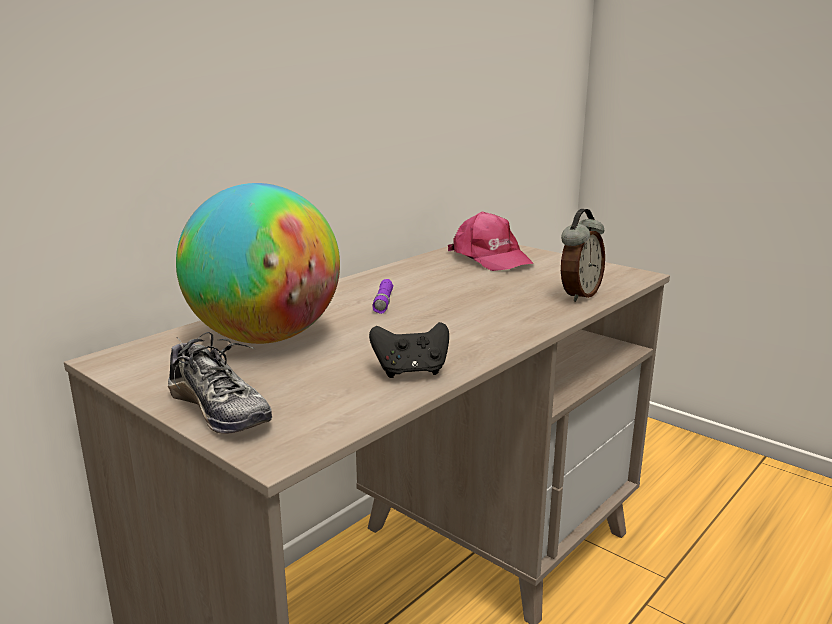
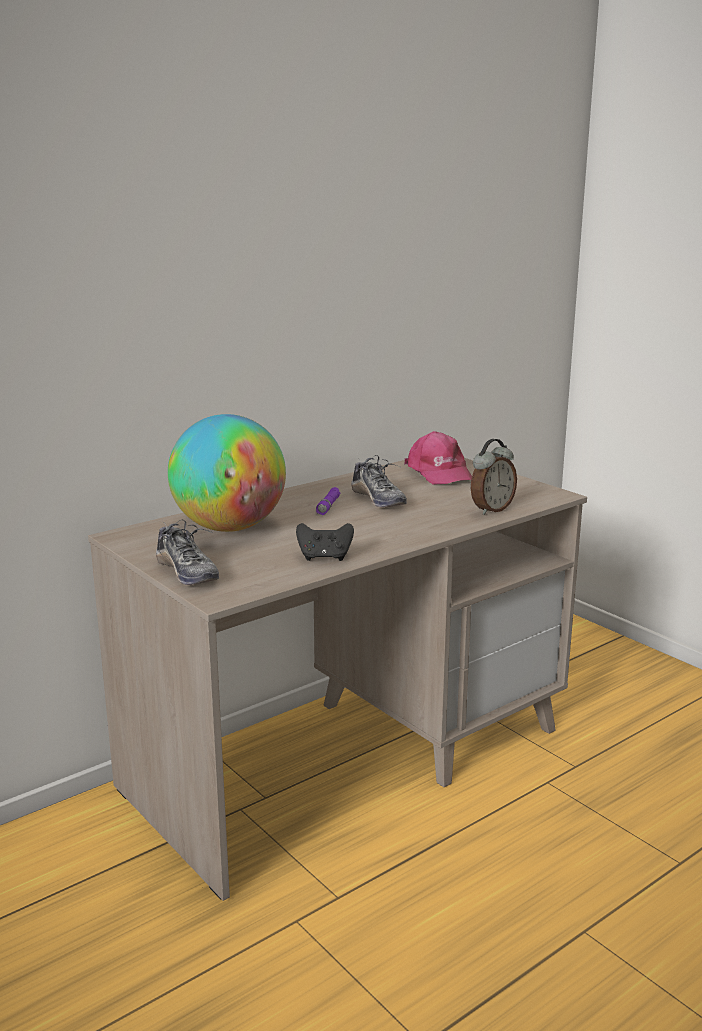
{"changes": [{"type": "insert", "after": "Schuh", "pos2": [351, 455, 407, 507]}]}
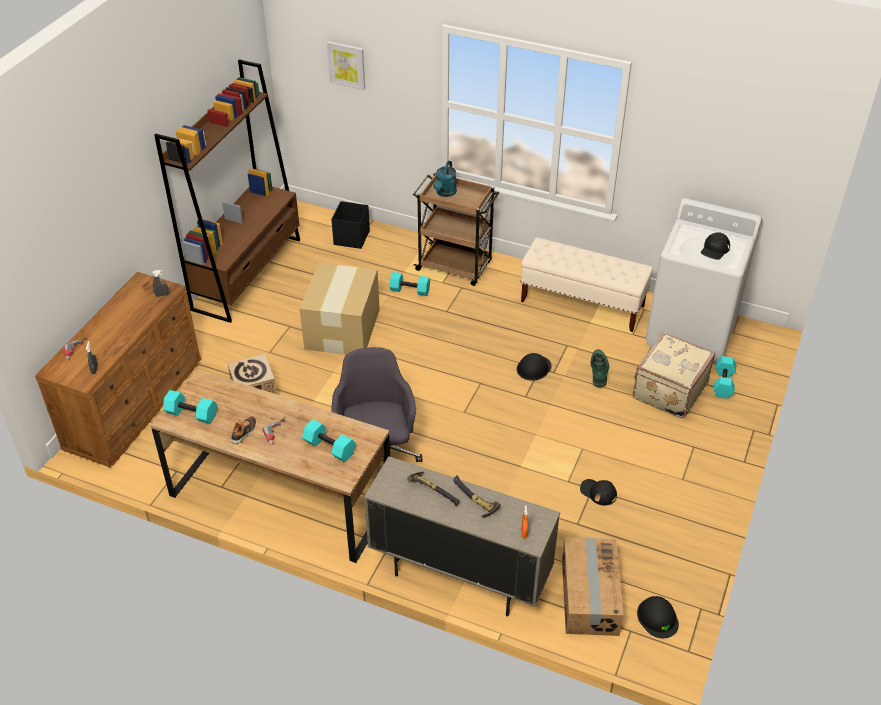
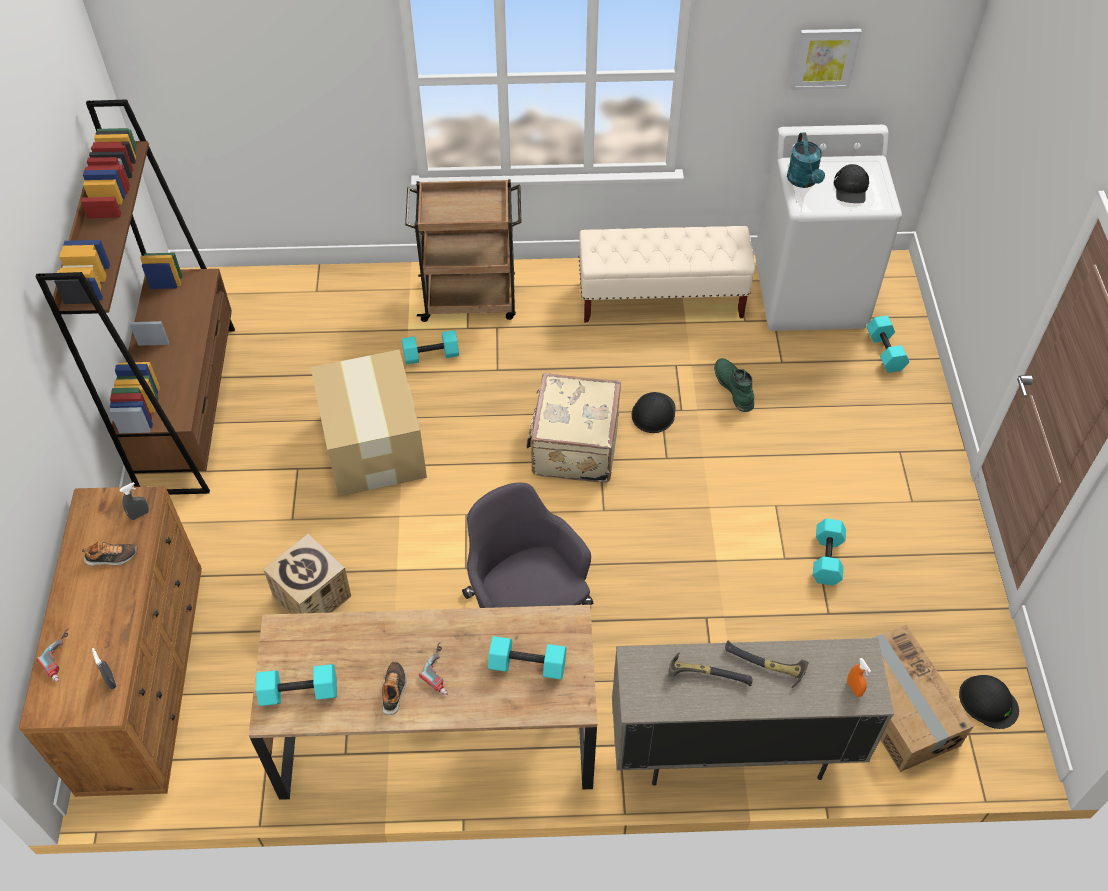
{"changes": [{"type": "insert", "after": "Schuh", "pos2": [82, 541, 138, 566]}, {"type": "move", "before": "Koffer/beige", "pos1": [633, 332, 715, 418], "pos2": [526, 373, 621, 483]}, {"type": "move", "before": "Gießkanne/türkis", "pos1": [433, 161, 457, 197], "pos2": [787, 132, 825, 188]}, {"type": "move", "before": "Bild", "pos1": [327, 41, 365, 90], "pos2": [791, 29, 862, 90]}, {"type": "replace", "before": "Kappe/schwarz", "after": "Hantel/türkis", "pos1": [580, 479, 617, 505], "pos2": [813, 518, 846, 586]}, {"type": "delete", "before": "Aufbewahrungsbox/schwarz", "pos1": [332, 201, 370, 249]}]}
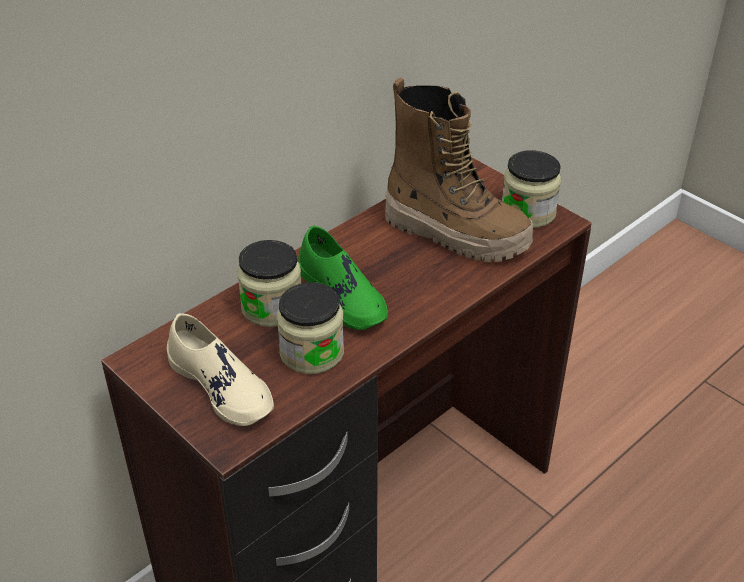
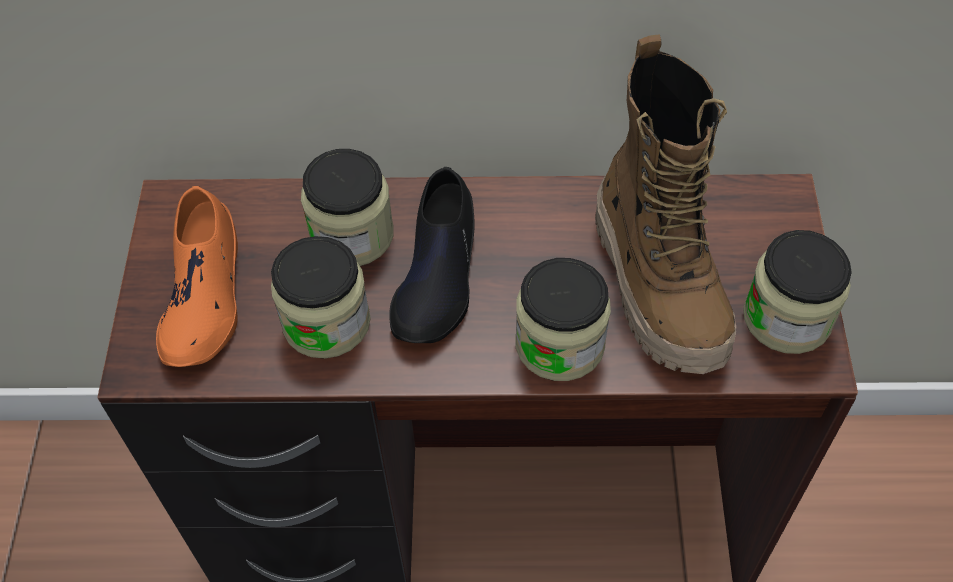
{"changes": [{"type": "recolor", "before": "Schuh/beige", "after": "Schuh/orange", "pos1": [167, 313, 274, 426], "pos2": [156, 186, 238, 367]}, {"type": "recolor", "before": "Schuh/grün", "after": "Schuh/schwarz", "pos1": [298, 225, 388, 330], "pos2": [389, 167, 475, 343]}, {"type": "insert", "after": "Vorratsglas", "pos2": [516, 258, 611, 381]}]}
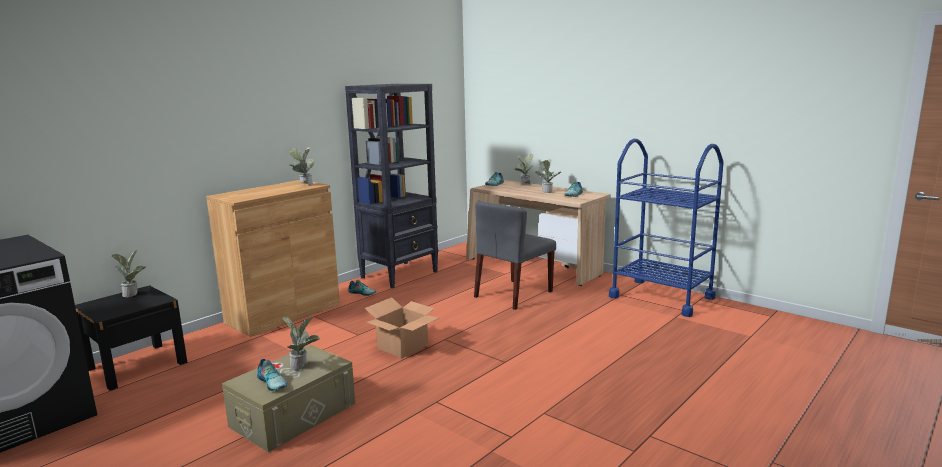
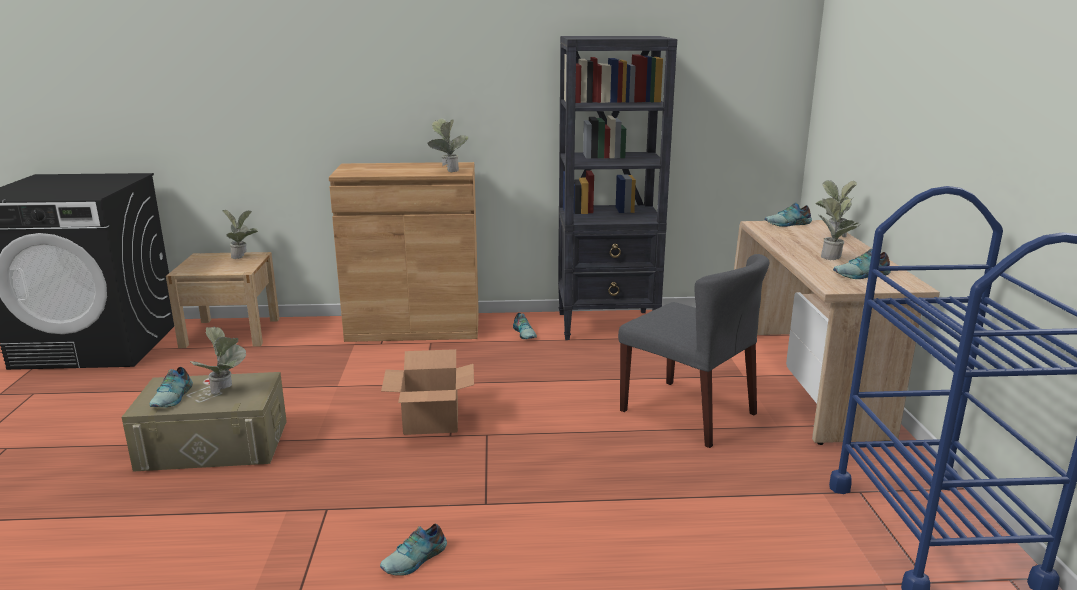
{"changes": [{"type": "recolor", "before": "Nachttisch/schwarz", "after": "Nachttisch/beige", "pos1": [75, 285, 187, 391], "pos2": [166, 252, 280, 348]}, {"type": "insert", "after": "Schuh", "pos2": [380, 524, 447, 576]}, {"type": "rotate", "before": "Stuhl/grau", "pos1": [474, 201, 556, 310], "pos2": [618, 254, 769, 448], "turn": -135}]}
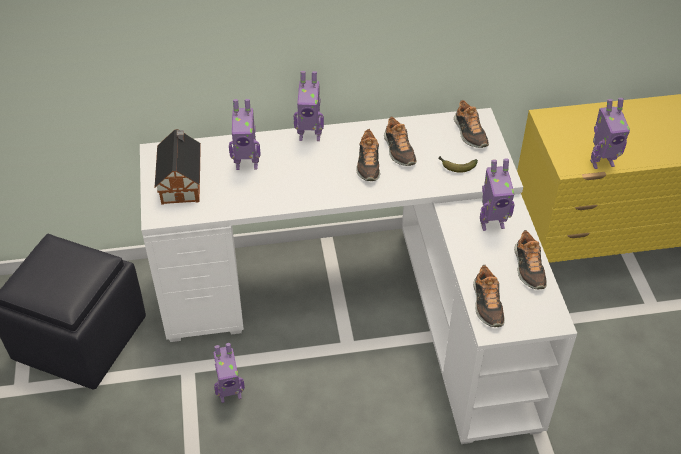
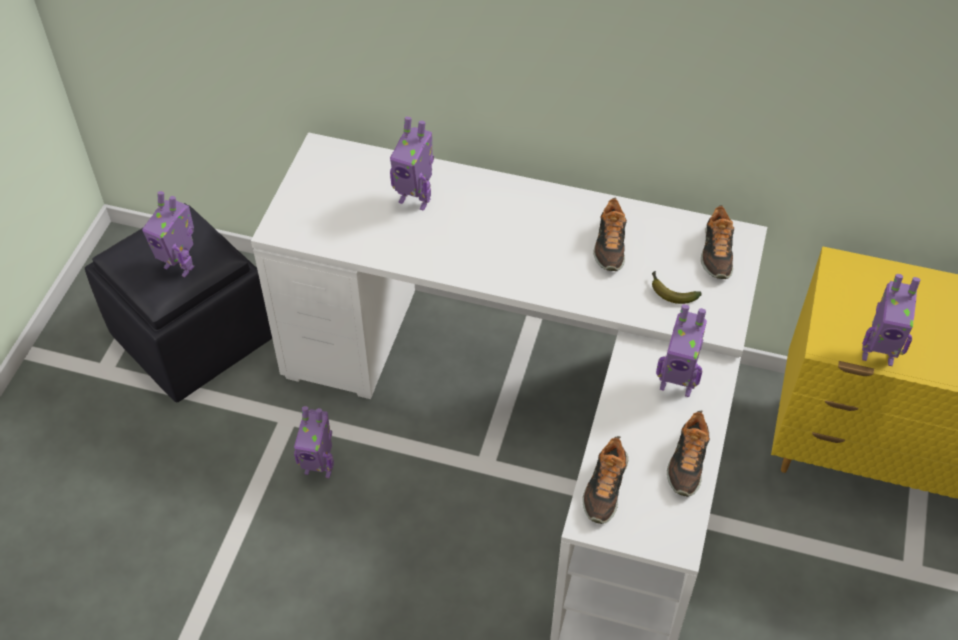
{"changes": [{"type": "move", "before": "Spielzeugroboter", "pos1": [294, 71, 324, 141], "pos2": [142, 191, 195, 277]}, {"type": "delete", "before": "Spielzeughaus", "pos1": [155, 129, 201, 205]}, {"type": "delete", "before": "Schuh", "pos1": [356, 129, 380, 181]}]}
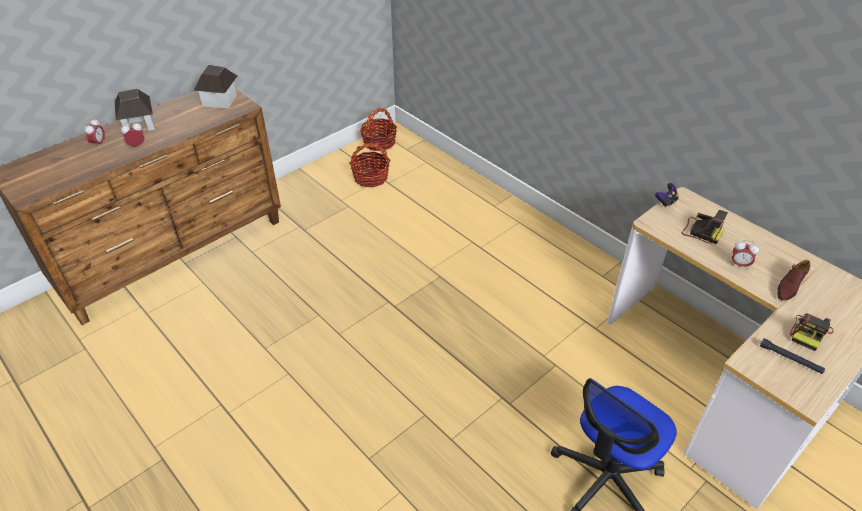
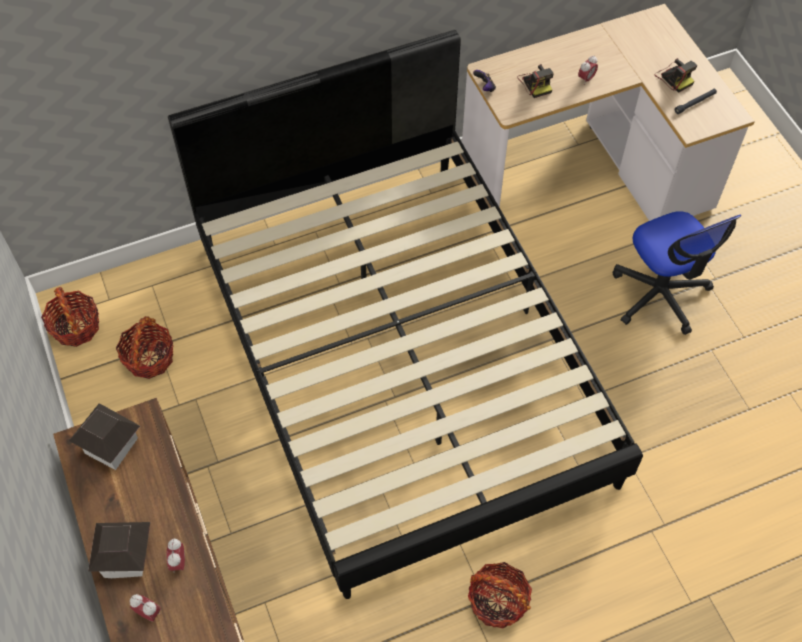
{"changes": [{"type": "insert", "after": "Bett/schwarz", "pos2": [168, 30, 643, 599]}, {"type": "insert", "after": "Korb", "pos2": [468, 562, 532, 629]}, {"type": "rotate", "before": "Kamera", "pos1": [682, 210, 728, 244], "pos2": [517, 64, 554, 98], "turn": 105}, {"type": "delete", "before": "Schuh/braun", "pos1": [777, 260, 810, 301]}]}
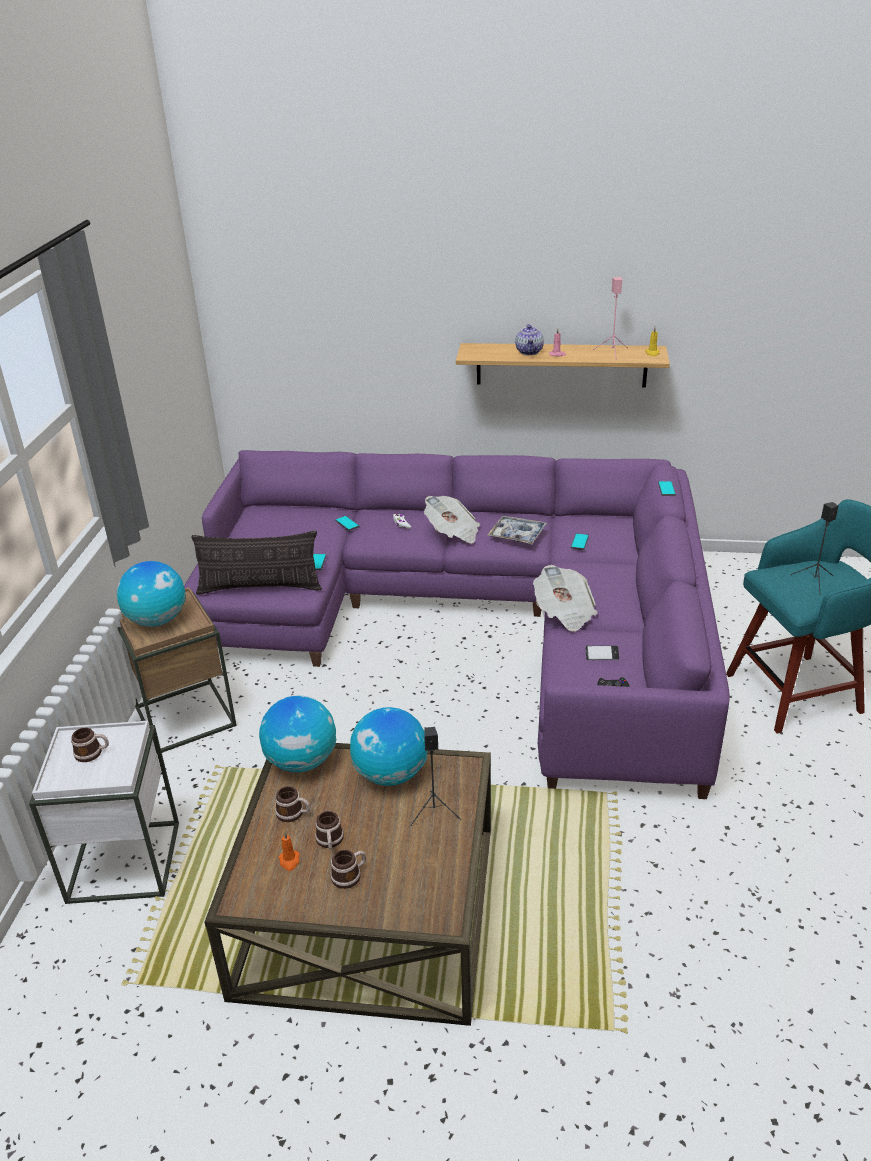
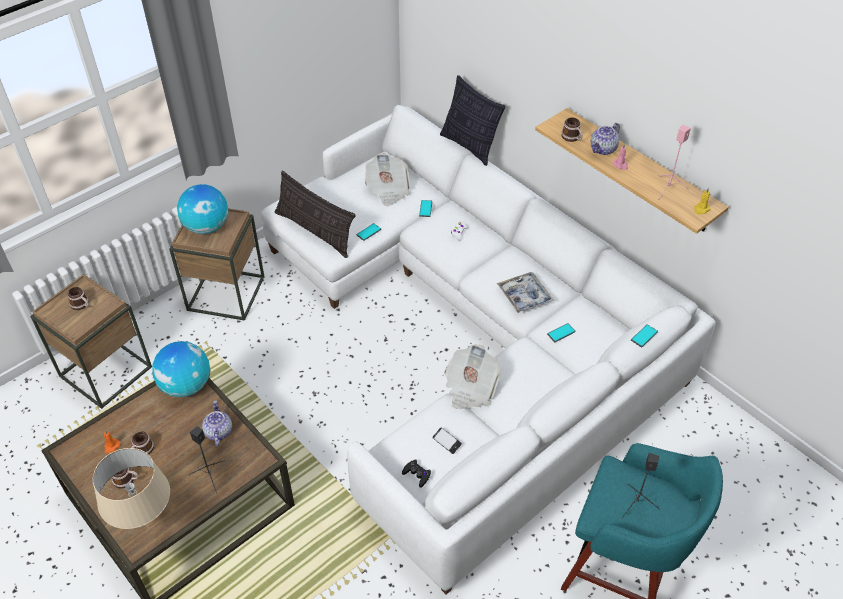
{"changes": [{"type": "recolor", "before": "Beistelltisch/weiß", "after": "Beistelltisch/braun", "pos1": [29, 721, 179, 904], "pos2": [30, 274, 152, 409]}, {"type": "insert", "after": "Tischlampe/beige", "pos2": [93, 448, 170, 529]}, {"type": "replace", "before": "Globus", "after": "Teekanne", "pos1": [350, 707, 427, 786], "pos2": [202, 401, 232, 446]}, {"type": "recolor", "before": "Sofa/lila", "after": "Sofa/weiß", "pos1": [184, 450, 730, 799], "pos2": [261, 105, 716, 595]}, {"type": "move", "before": "Zeitung", "pos1": [424, 496, 480, 543], "pos2": [365, 153, 410, 206]}, {"type": "insert", "after": "Kissen", "pos2": [440, 75, 505, 166]}, {"type": "move", "before": "Henkelbecher", "pos1": [275, 786, 310, 822], "pos2": [561, 117, 583, 142]}]}
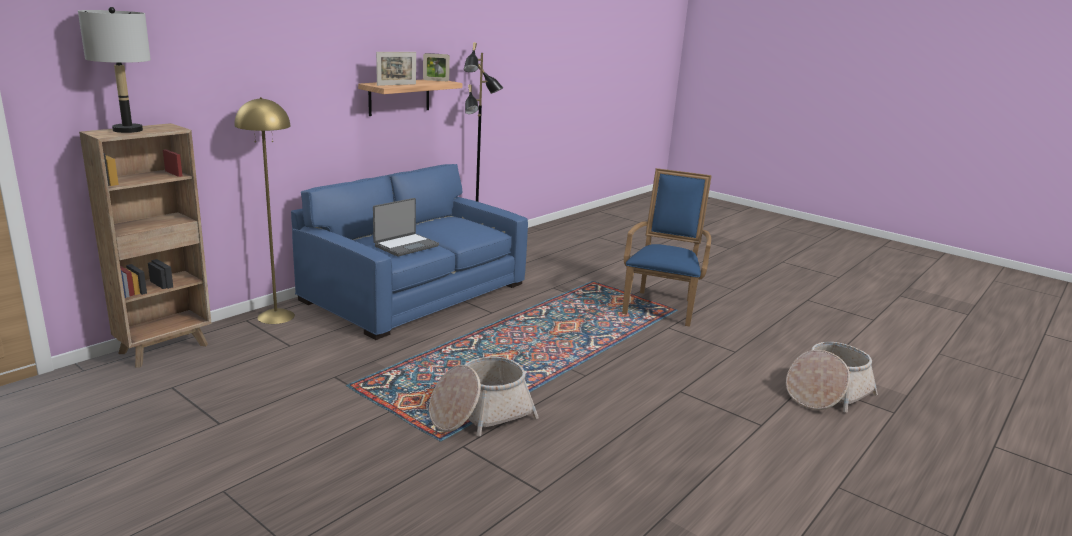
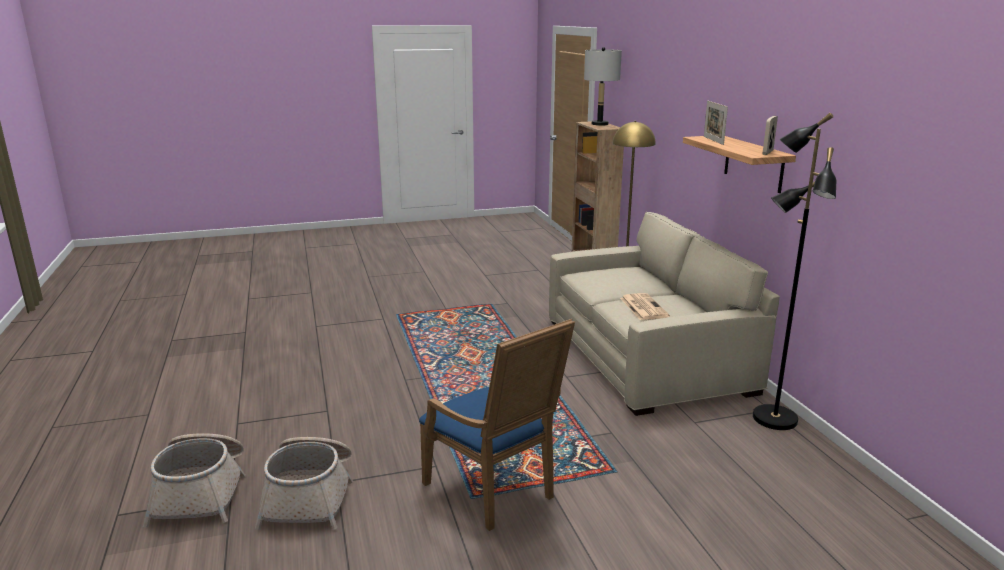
{"changes": [{"type": "move", "before": "Korb", "pos1": [429, 357, 539, 436], "pos2": [255, 437, 353, 530]}, {"type": "recolor", "before": "Sofa/blau", "after": "Sofa/beige", "pos1": [291, 164, 528, 340], "pos2": [549, 212, 780, 416]}, {"type": "insert", "after": "Zeitung", "pos2": [620, 293, 670, 320]}, {"type": "delete", "before": "Laptop", "pos1": [373, 198, 439, 257]}]}
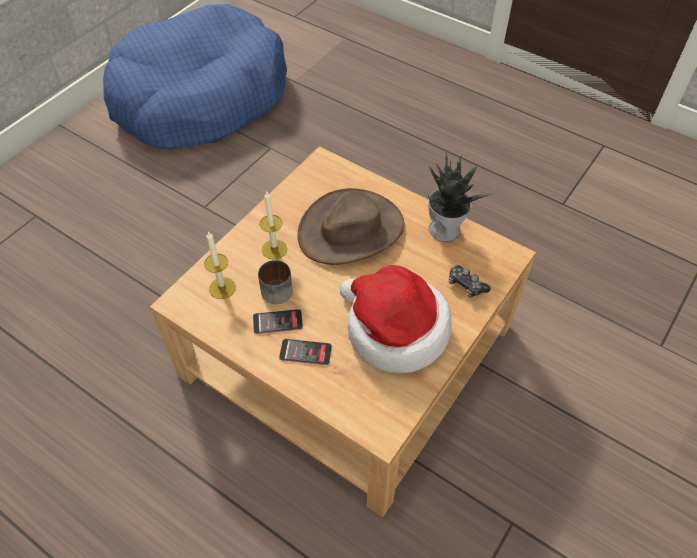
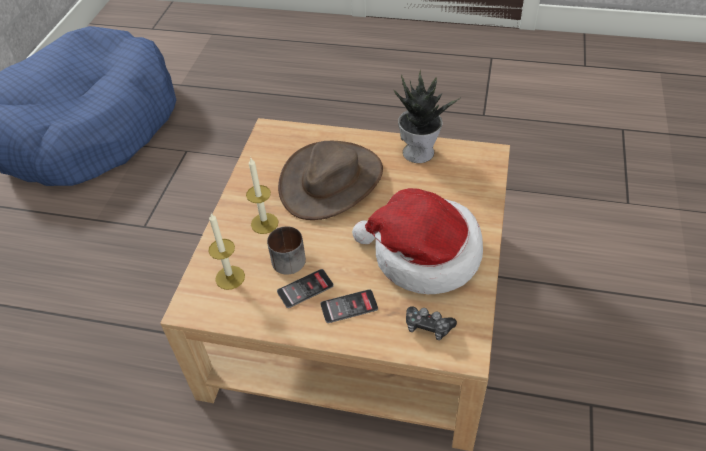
{"changes": [{"type": "move", "before": "Gamepad", "pos1": [449, 265, 490, 297], "pos2": [406, 306, 457, 340]}]}
